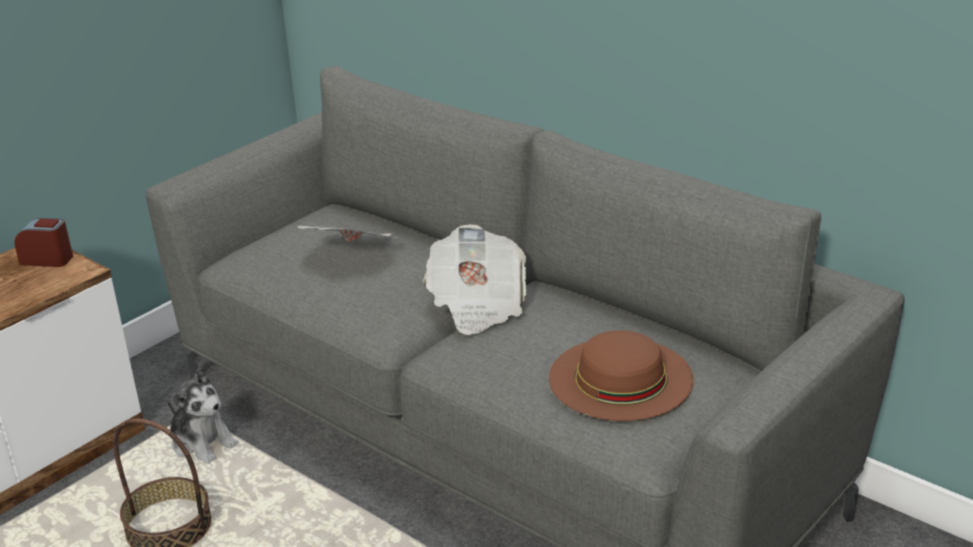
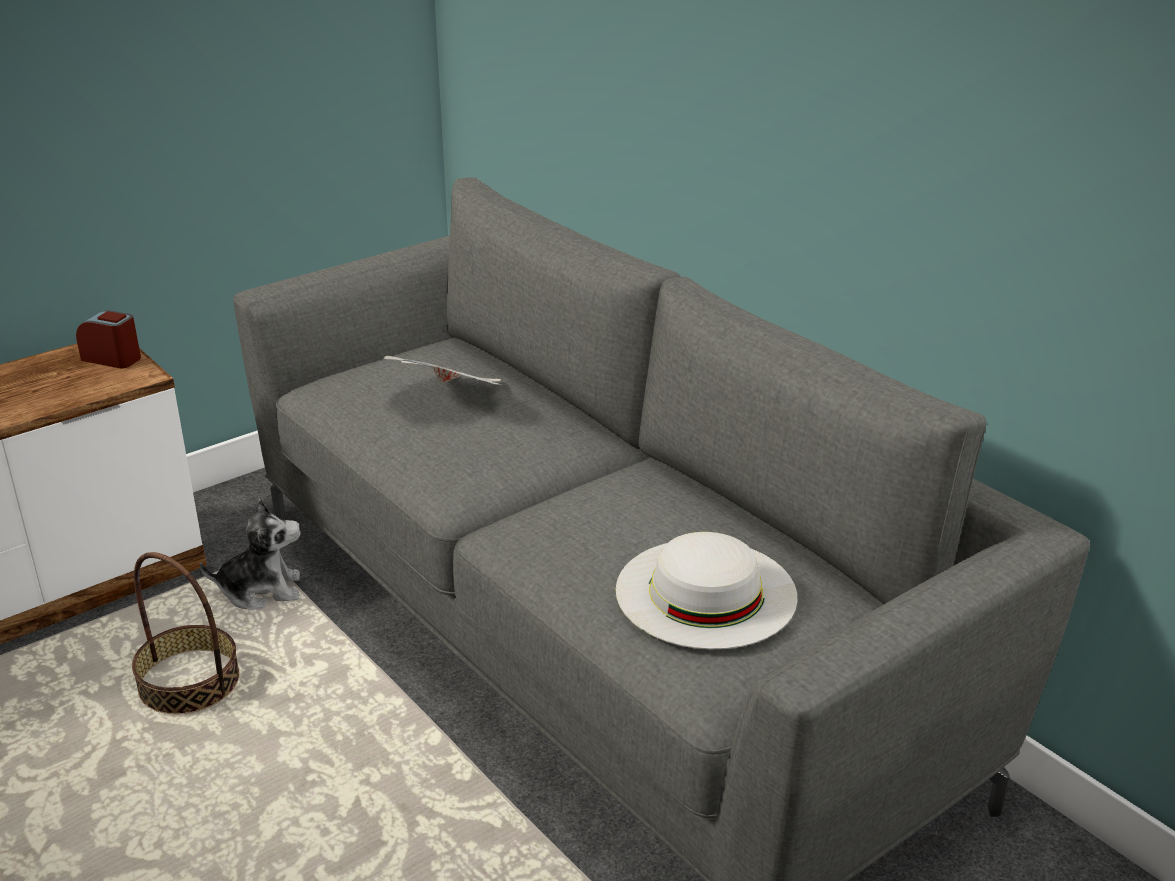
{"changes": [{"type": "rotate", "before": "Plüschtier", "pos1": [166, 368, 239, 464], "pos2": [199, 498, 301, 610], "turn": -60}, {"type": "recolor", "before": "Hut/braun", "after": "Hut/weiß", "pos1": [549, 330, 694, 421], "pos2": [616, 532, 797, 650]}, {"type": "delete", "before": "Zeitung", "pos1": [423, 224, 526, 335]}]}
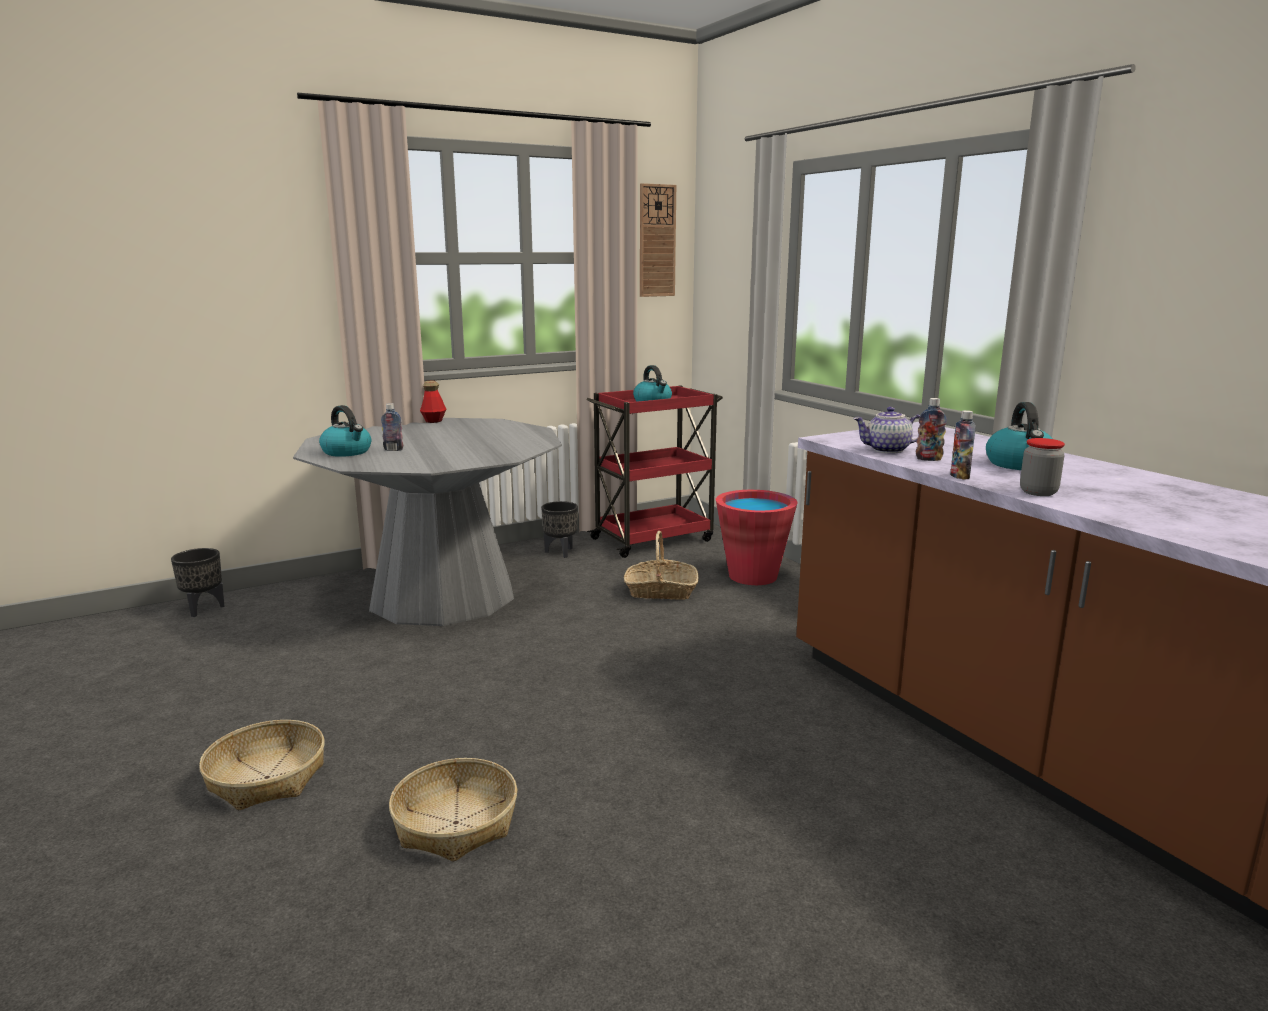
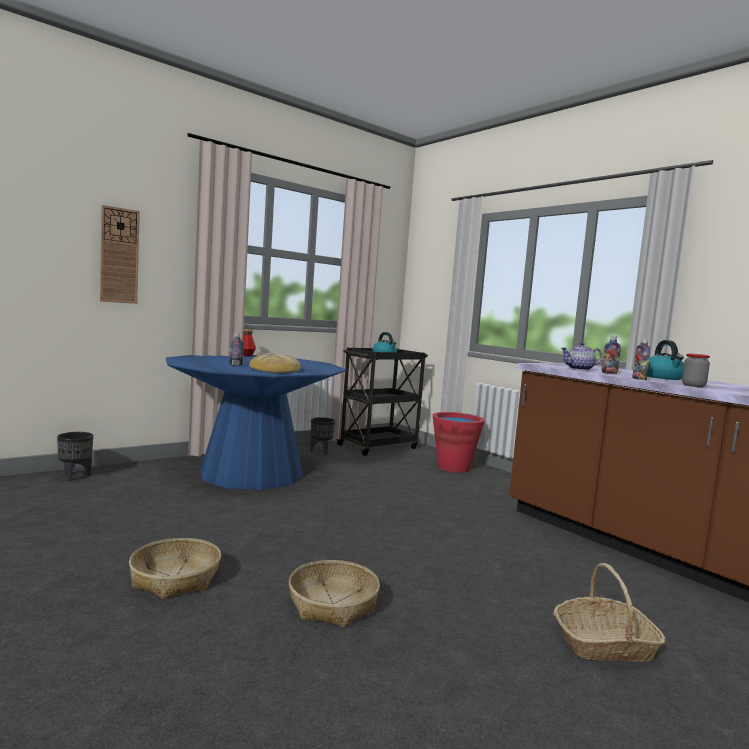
{"changes": [{"type": "move", "before": "Wanduhr", "pos1": [640, 183, 676, 297], "pos2": [100, 205, 140, 304]}, {"type": "recolor", "before": "Esstisch/grau", "after": "Esstisch/blau", "pos1": [293, 418, 562, 626], "pos2": [166, 355, 347, 490]}, {"type": "insert", "after": "Brot", "pos2": [249, 353, 301, 373]}, {"type": "recolor", "before": "Rollwagen/rot", "after": "Rollwagen/schwarz", "pos1": [587, 385, 723, 558], "pos2": [336, 348, 428, 456]}, {"type": "move", "before": "Korb", "pos1": [624, 531, 699, 600], "pos2": [554, 563, 666, 662]}, {"type": "delete", "before": "Wasserkessel", "pos1": [319, 405, 371, 457]}]}
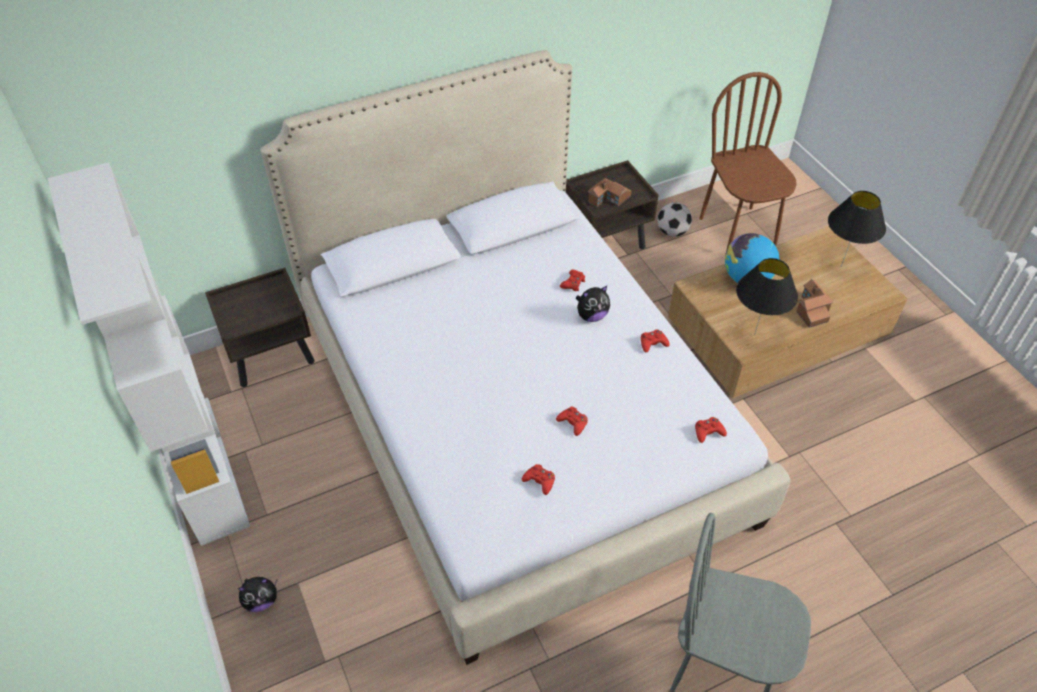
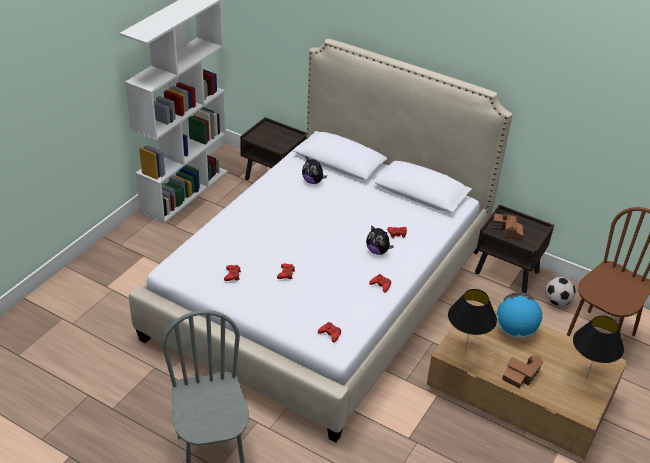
{"changes": [{"type": "move", "before": "Plüschtier", "pos1": [238, 577, 277, 612], "pos2": [302, 157, 327, 184]}]}
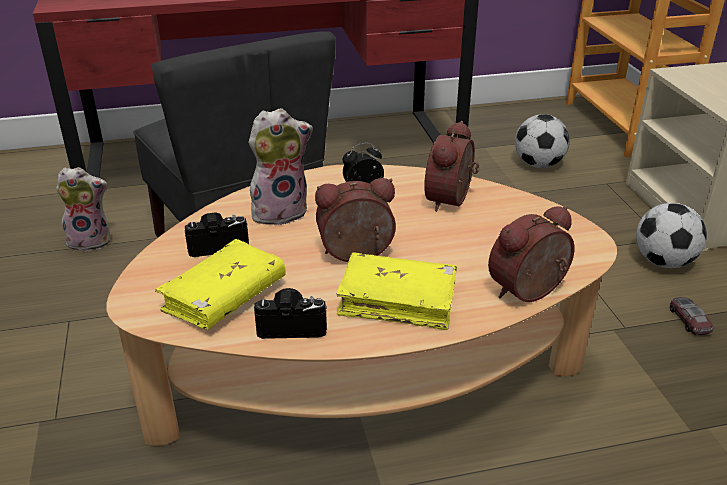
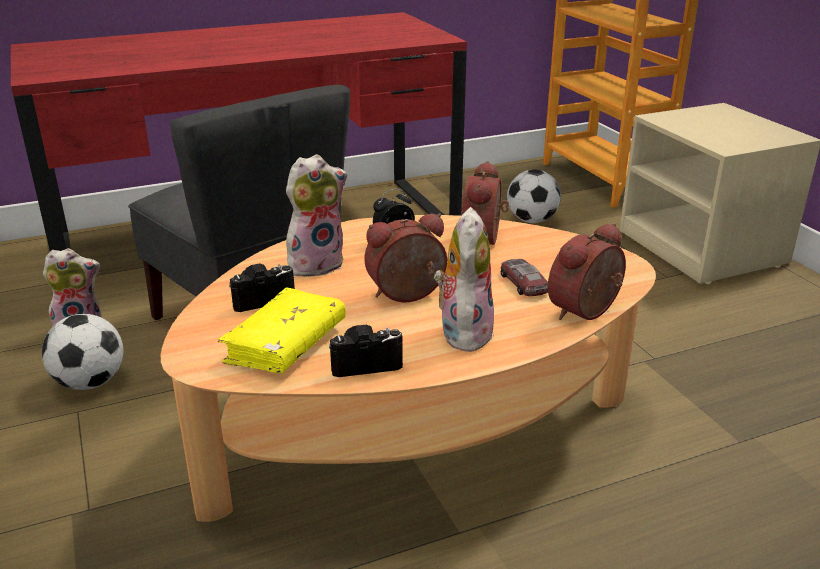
{"changes": [{"type": "move", "before": "Fußball", "pos1": [636, 203, 707, 268], "pos2": [42, 314, 124, 390]}, {"type": "replace", "before": "Buch/gelb", "after": "Plüschtier", "pos1": [337, 252, 457, 330], "pos2": [434, 207, 494, 353]}, {"type": "move", "before": "Spielzeugauto", "pos1": [670, 297, 713, 336], "pos2": [501, 259, 548, 297]}]}
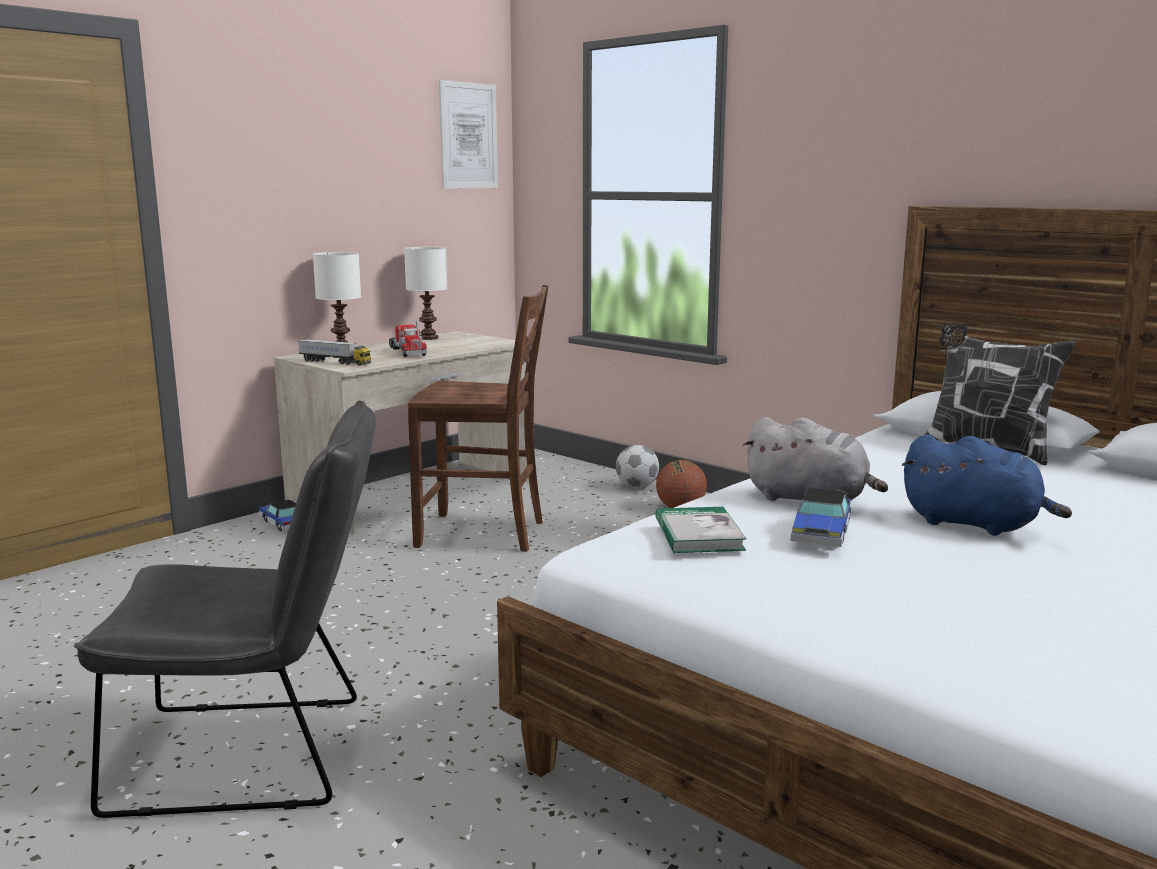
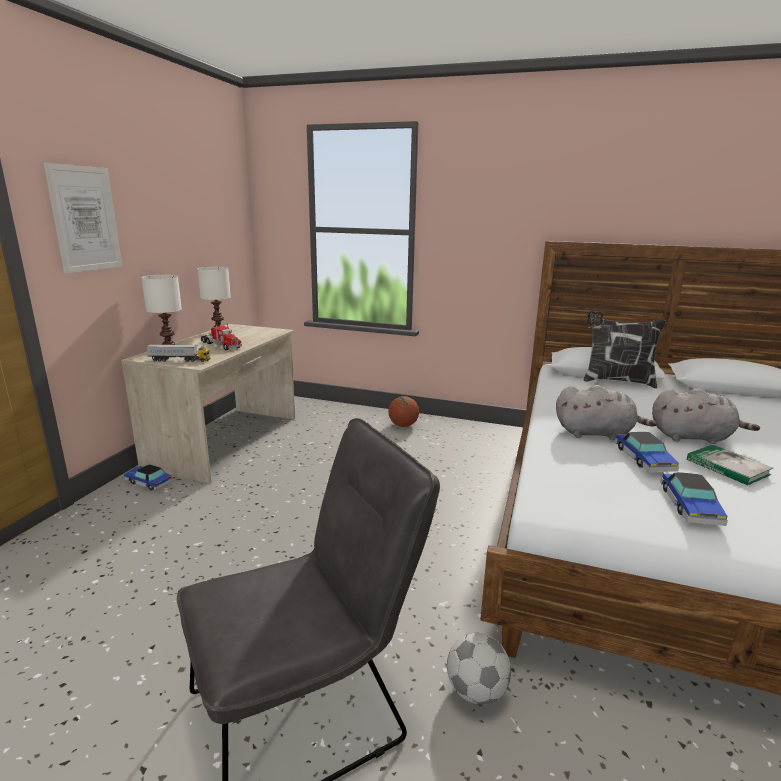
{"changes": [{"type": "move", "before": "Bild", "pos1": [439, 80, 498, 189], "pos2": [44, 163, 122, 273]}, {"type": "move", "before": "Fußball", "pos1": [616, 445, 659, 488], "pos2": [447, 633, 511, 705]}, {"type": "recolor", "before": "Plüschtier/blau", "after": "Plüschtier/grau", "pos1": [902, 435, 1072, 536], "pos2": [652, 389, 760, 444]}, {"type": "insert", "after": "Spielzeugauto", "pos2": [660, 472, 728, 526]}, {"type": "move", "before": "Buch", "pos1": [655, 507, 747, 553], "pos2": [687, 445, 773, 485]}, {"type": "delete", "before": "Stuhl/braun", "pos1": [408, 285, 548, 552]}]}
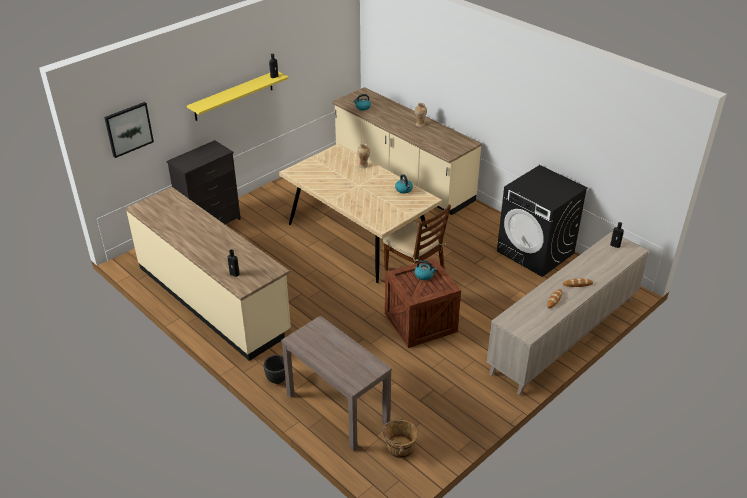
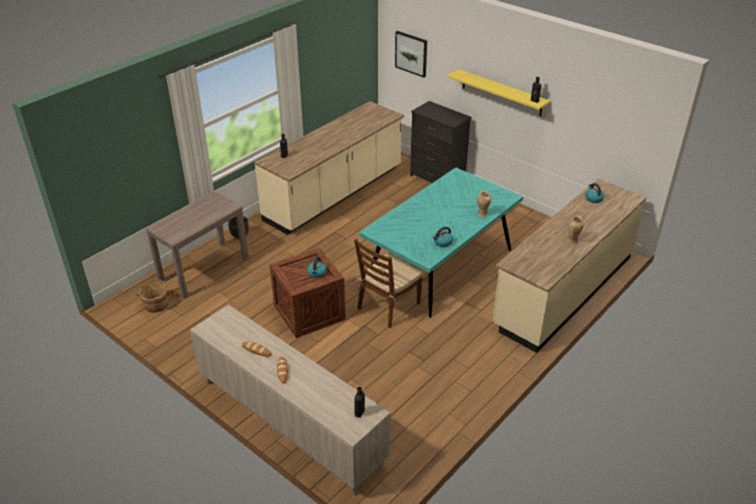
{"changes": [{"type": "recolor", "before": "Esstisch/beige", "after": "Esstisch/türkis", "pos1": [279, 143, 442, 283], "pos2": [359, 168, 524, 318]}, {"type": "delete", "before": "Waschmaschine/schwarz", "pos1": [497, 165, 588, 277]}]}
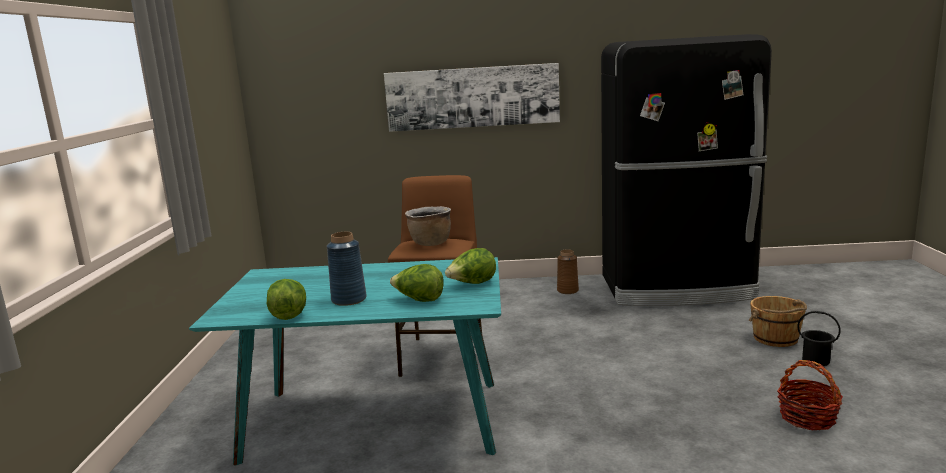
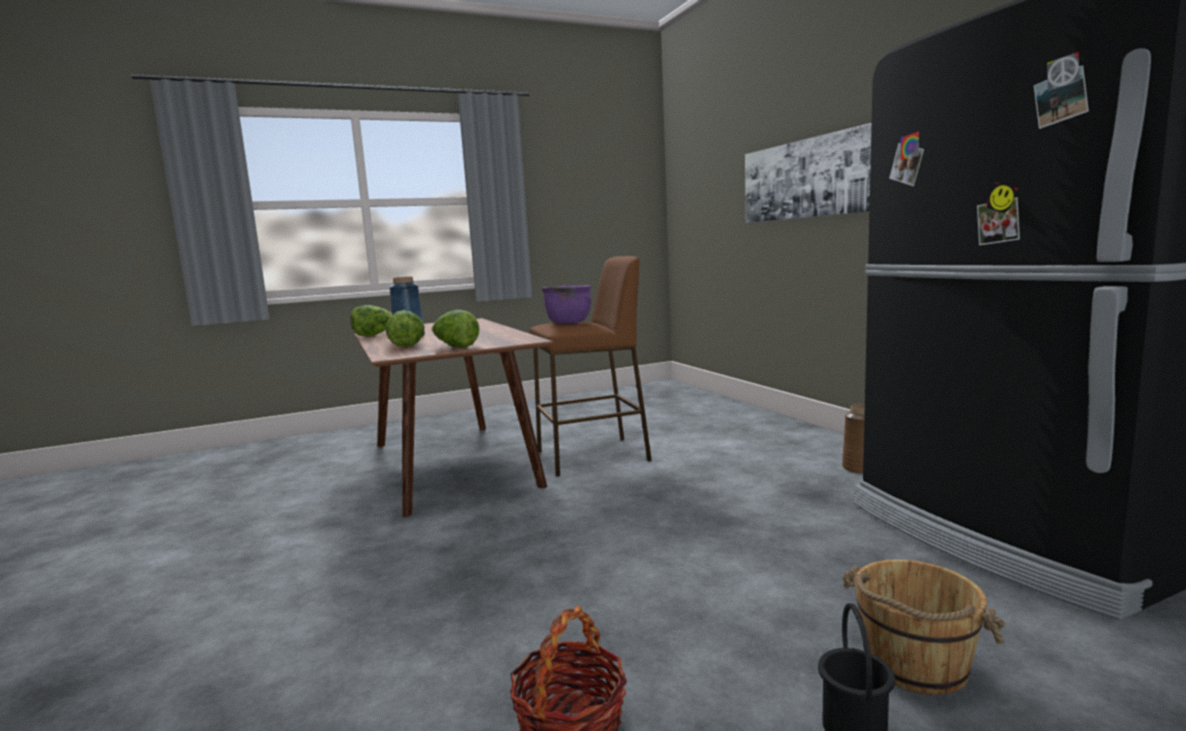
{"changes": [{"type": "recolor", "before": "Esstisch/türkis", "after": "Esstisch/braun", "pos1": [189, 257, 501, 465], "pos2": [353, 318, 553, 517]}, {"type": "recolor", "before": "Kochtopf/braun", "after": "Kochtopf/lila", "pos1": [405, 206, 451, 246], "pos2": [541, 285, 592, 324]}]}
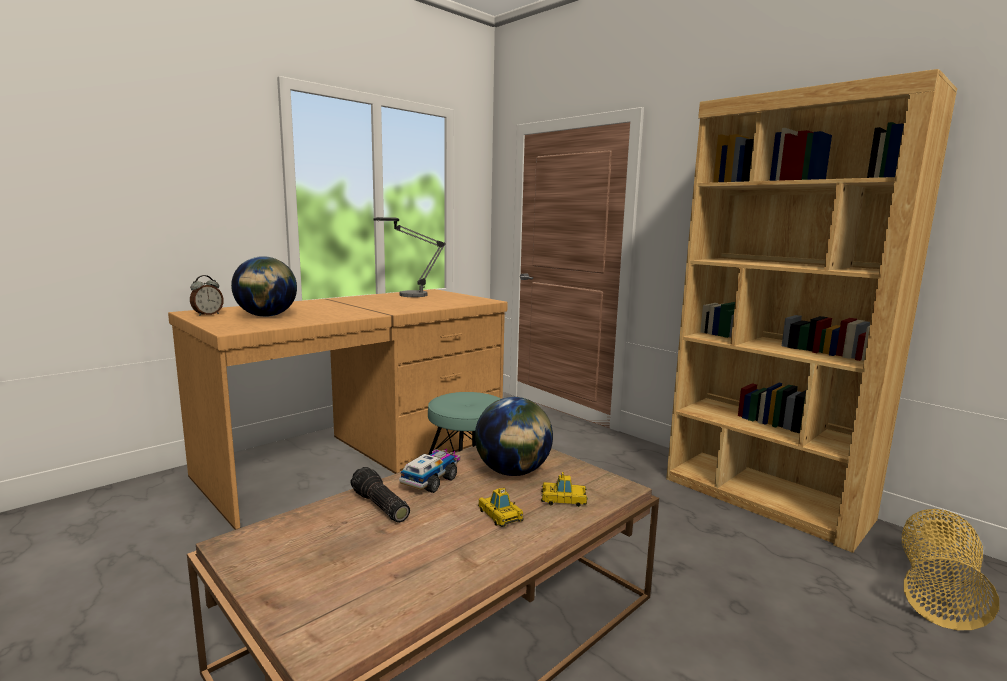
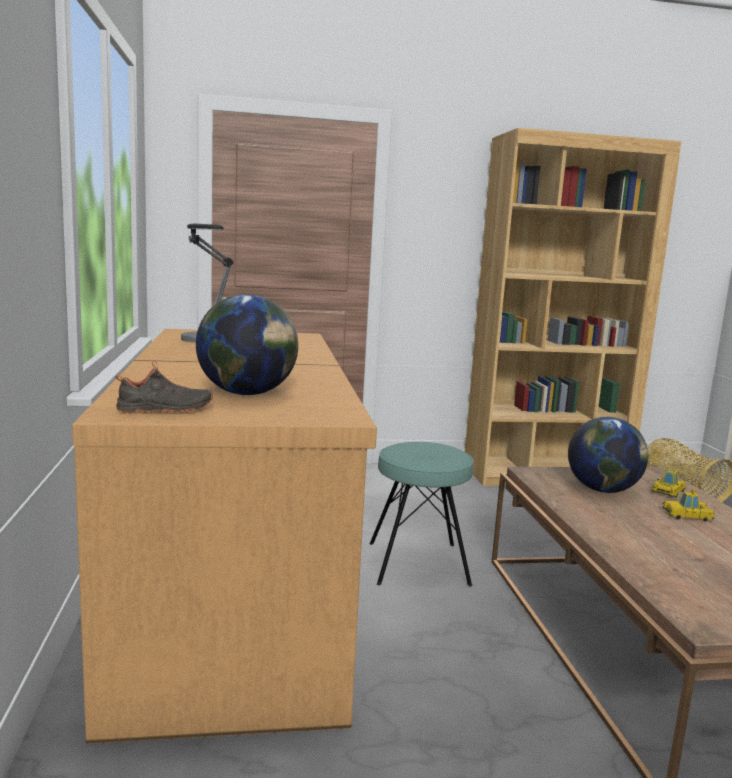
{"changes": [{"type": "replace", "before": "Wecker", "after": "Schuh/schwarz", "pos1": [190, 275, 224, 316], "pos2": [115, 360, 213, 414]}, {"type": "delete", "before": "Taschenlampe", "pos1": [351, 467, 410, 523]}, {"type": "delete", "before": "Spielzeuglaster", "pos1": [399, 449, 460, 493]}]}
